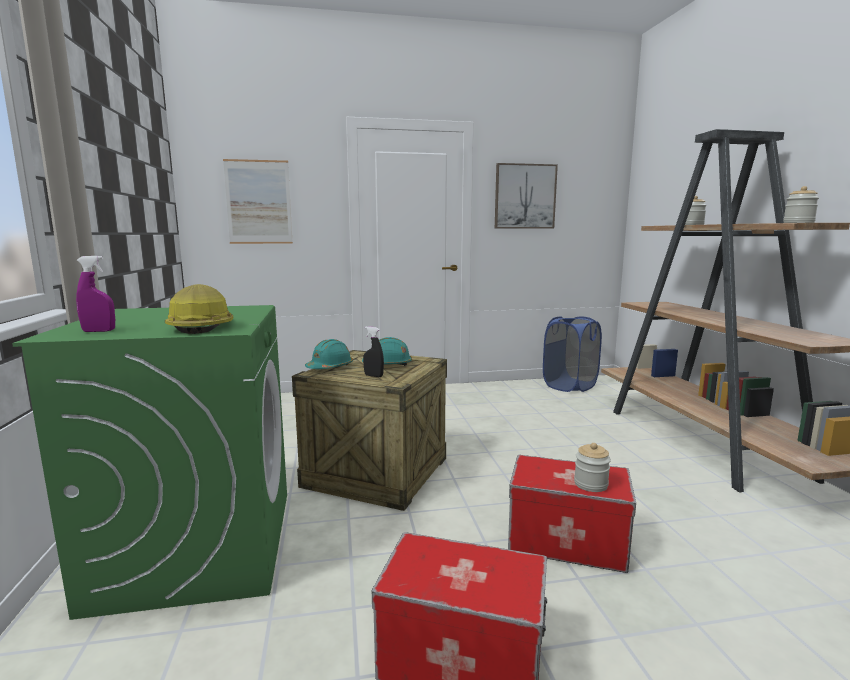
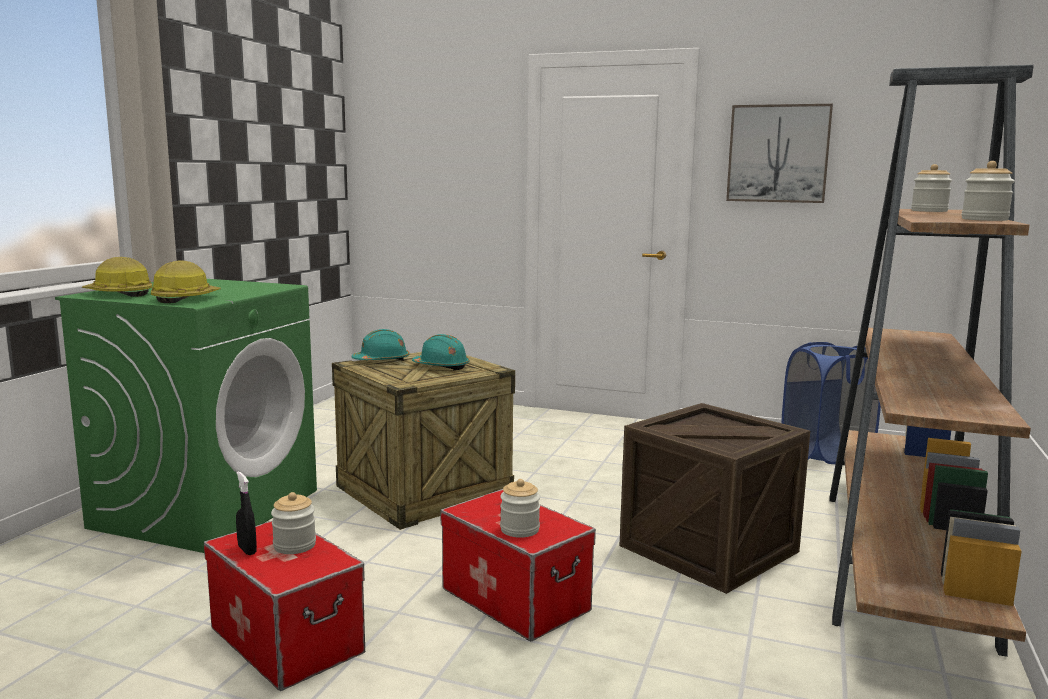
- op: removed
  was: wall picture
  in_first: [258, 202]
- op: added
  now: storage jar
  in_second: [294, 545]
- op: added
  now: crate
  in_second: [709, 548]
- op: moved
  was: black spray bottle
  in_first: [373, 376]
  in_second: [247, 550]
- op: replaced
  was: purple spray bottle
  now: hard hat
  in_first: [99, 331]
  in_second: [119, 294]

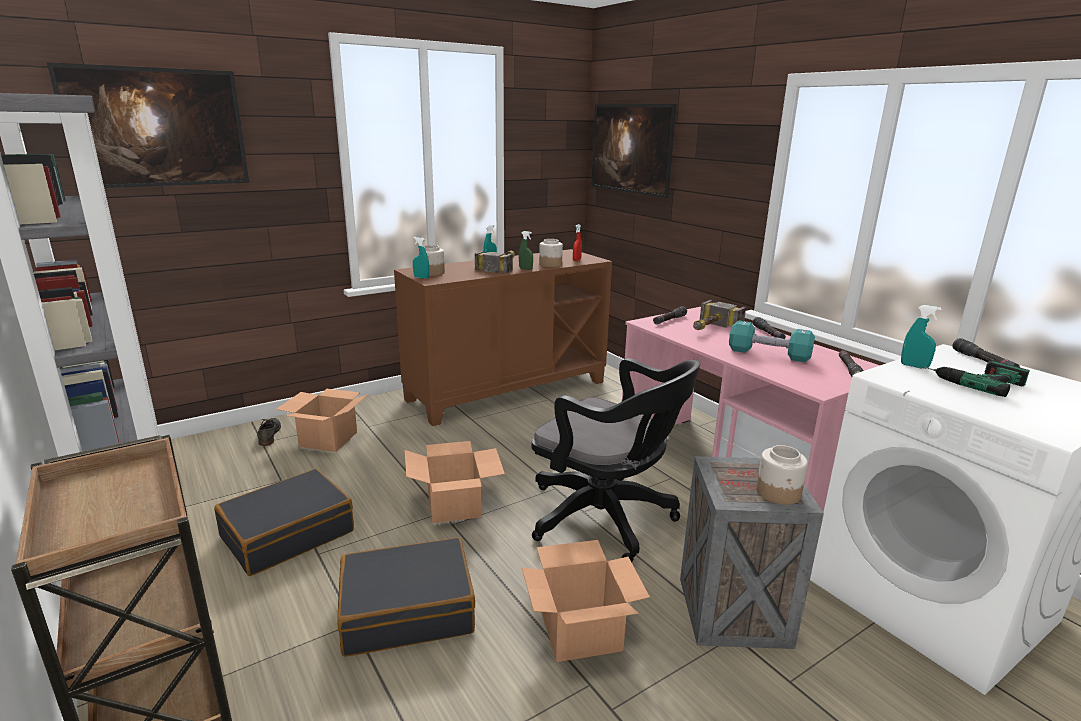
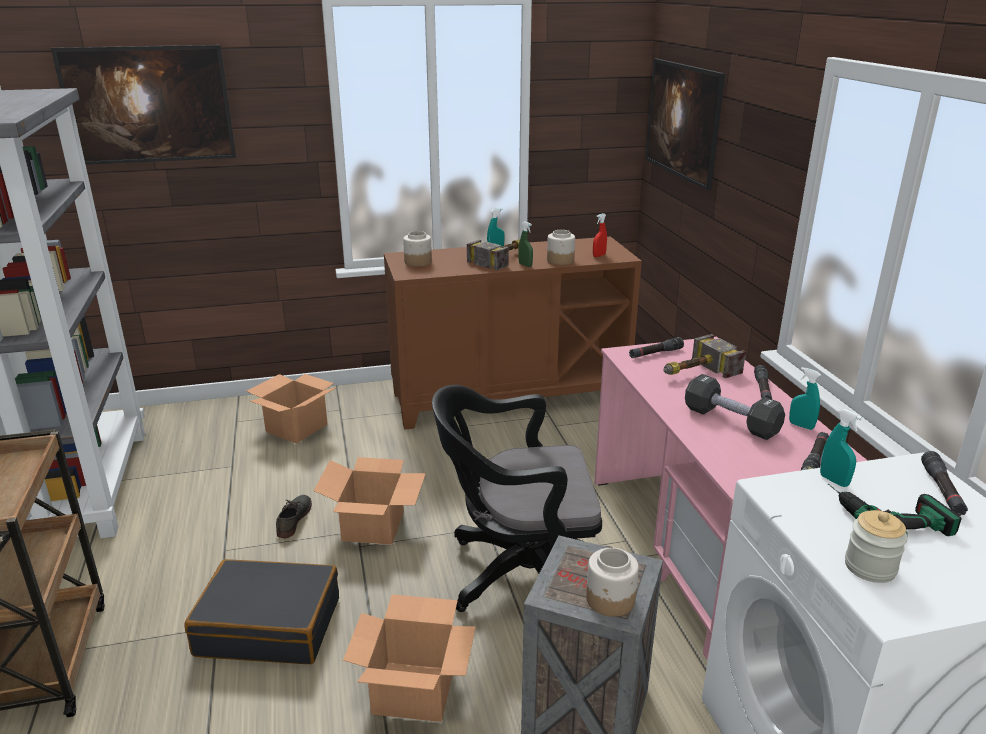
- op: removed
  was: black travel case
  in_first: [287, 534]
- op: added
  now: storage jar
  in_second: [870, 567]
- op: moved
  was: gray low shoe
  in_first: [269, 434]
  in_second: [293, 518]
- op: moved
  was: blue-green spray bottle
  in_first: [421, 277]
  in_second: [801, 426]
- op: recoloured
  was: blue-green dumbbell
  now: black dumbbell
  in_first: [768, 354]
  in_second: [731, 421]
- op: turned
  was: black computer chair
  in_first: [607, 519]
  in_second: [519, 575]
  clockwise: 120

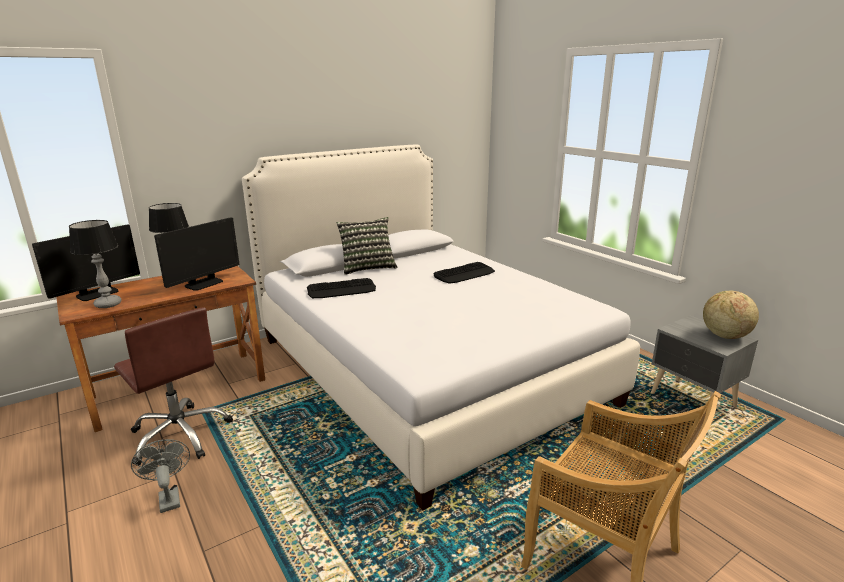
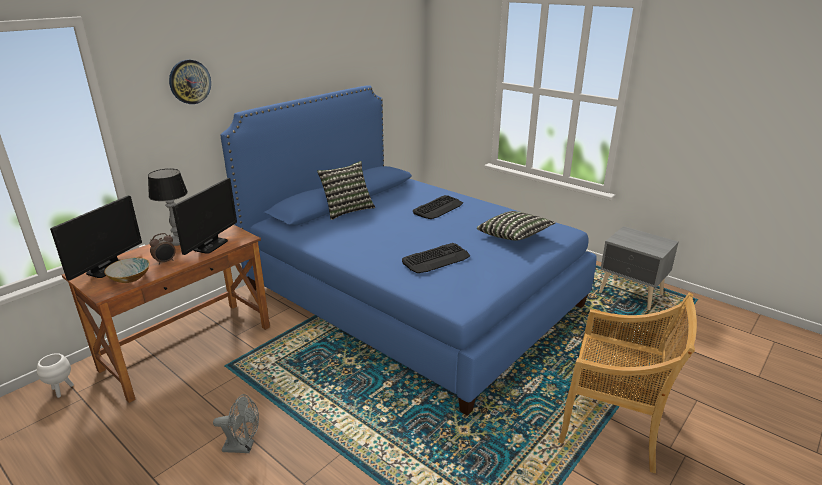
- op: removed
  was: brown-coloured computer chair
  in_first: [180, 435]
- op: removed
  was: world globe
  in_first: [724, 336]
- op: added
  now: white plant pot
  in_second: [61, 390]
- op: added
  now: alarm clock
  in_second: [165, 261]
- op: added
  now: hanging clock
  in_second: [189, 81]
- op: added
  now: pillow
  in_second: [514, 236]
- op: moved
  was: PC keyboard
  in_first: [342, 289]
  in_second: [436, 259]
- op: replaced
  was: lamp for a table
  now: serving bowl
  in_first: [108, 304]
  in_second: [130, 278]
- op: recoloured
  was: white bedroom bed
  now: bluish bedroom bed
  in_first: [424, 369]
  in_second: [410, 297]
- op: turned
  was: gray cooling fan
  in_first: [168, 497]
  in_second: [243, 446]
  clockwise: 135

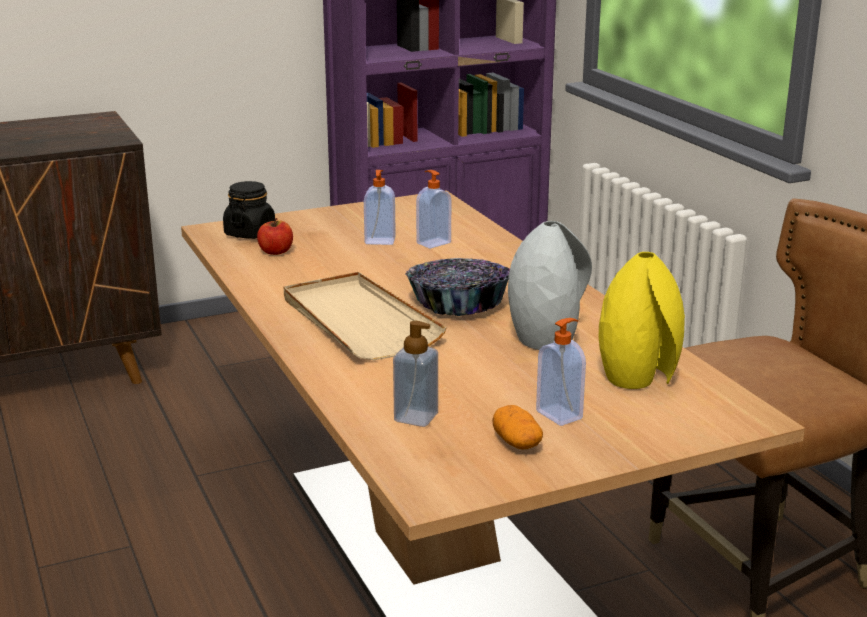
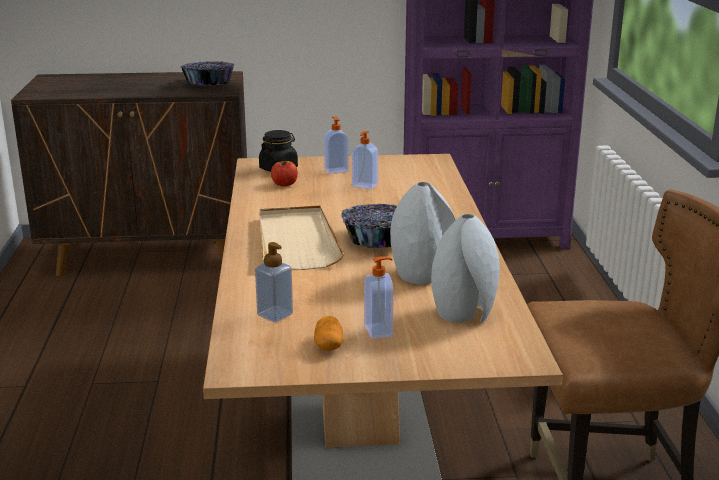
- op: added
  now: serving bowl
  in_second: [209, 83]
- op: moved
  was: liquid soap bottle
  in_first: [433, 243]
  in_second: [336, 170]
- op: recoloured
  was: yellow vase
  now: gray vase
  in_first: [639, 377]
  in_second: [465, 314]

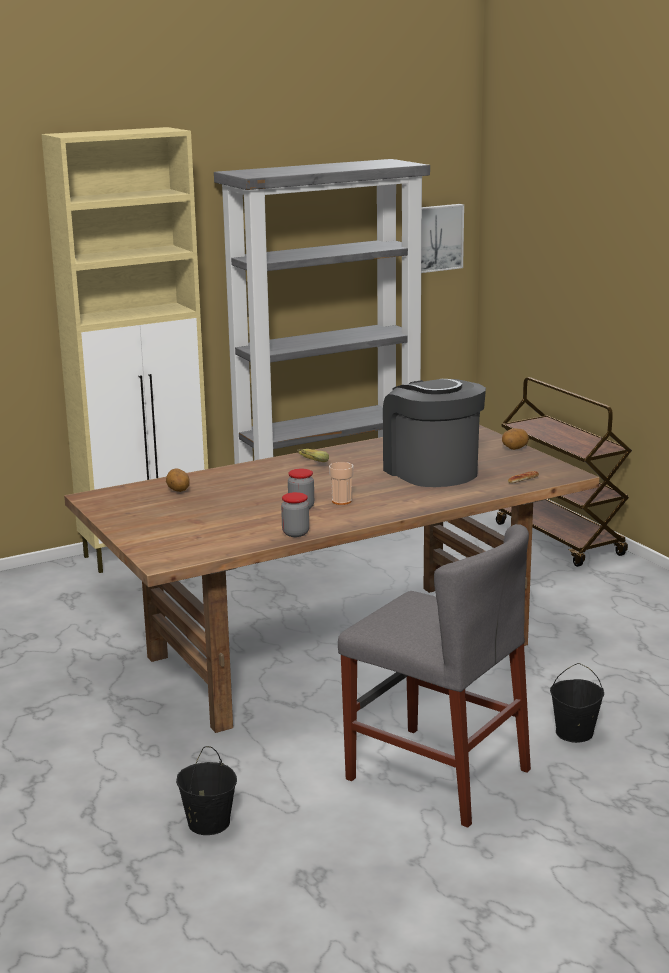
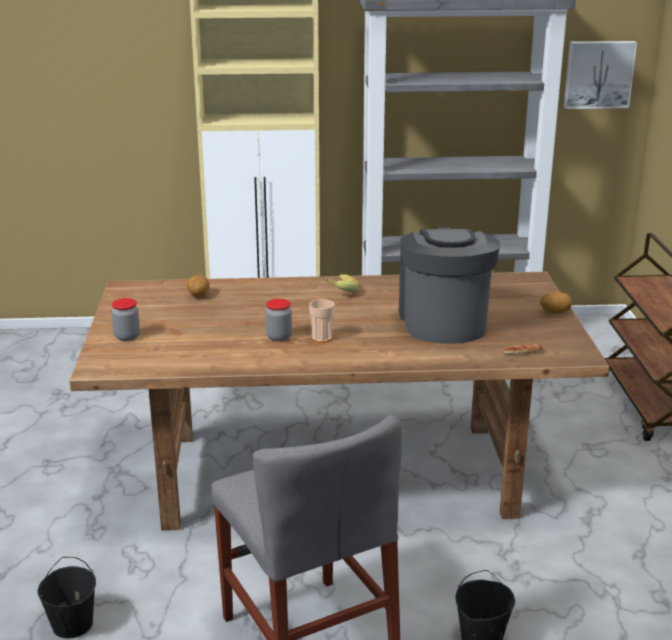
- op: moved
  was: storage jar
  in_first: [295, 533]
  in_second: [127, 336]

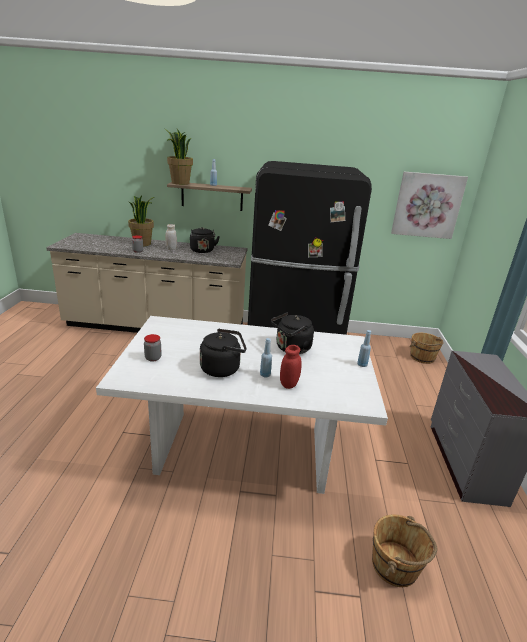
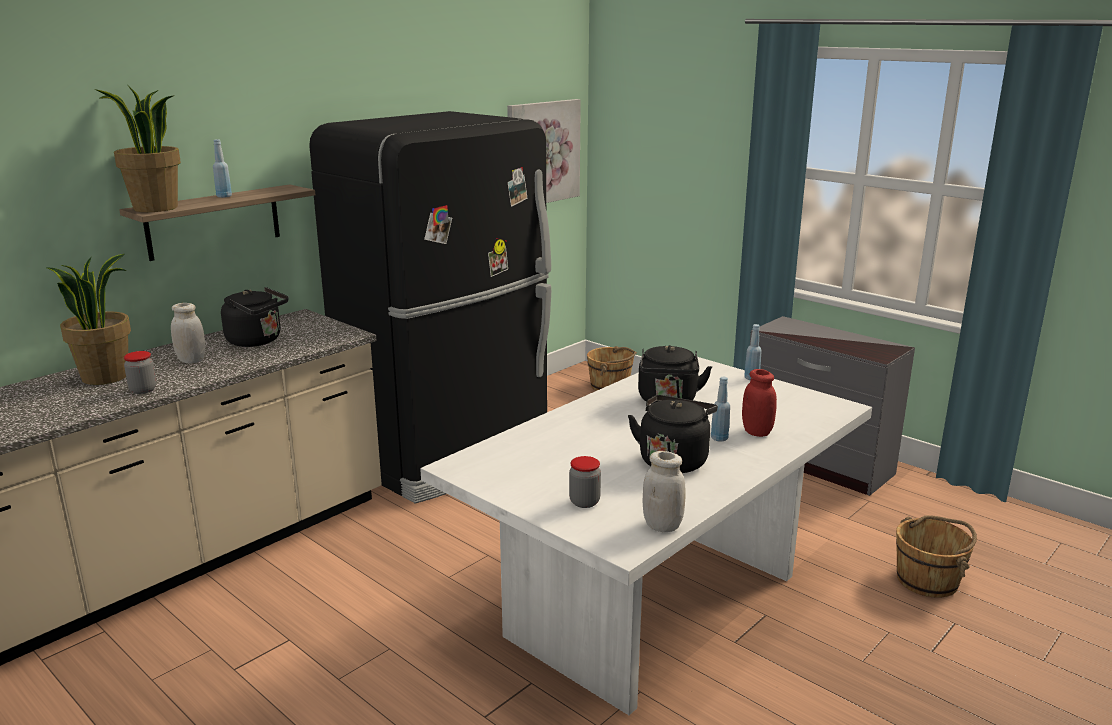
- op: added
  now: white storage jar
  in_second: [662, 526]

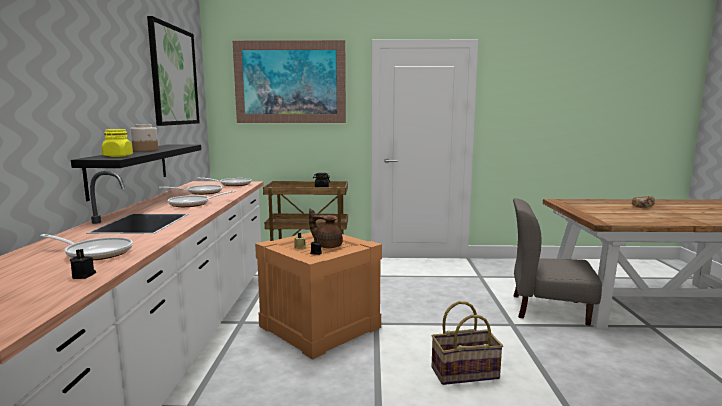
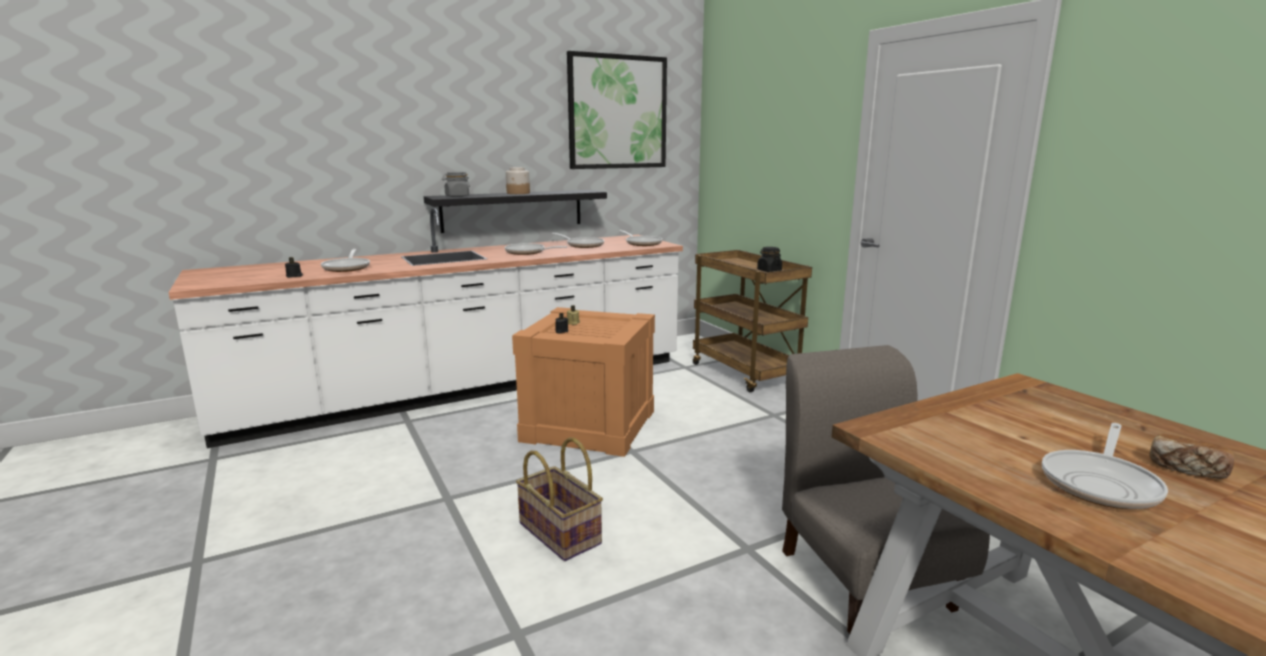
- op: removed
  was: wall picture
  in_first: [290, 82]
- op: removed
  was: brown-coloured tea pot
  in_first: [327, 246]
- op: added
  now: pan
  in_second: [1101, 483]
- op: recoloured
  was: yellow storage jar
  now: gray storage jar
  in_first: [118, 156]
  in_second: [457, 196]

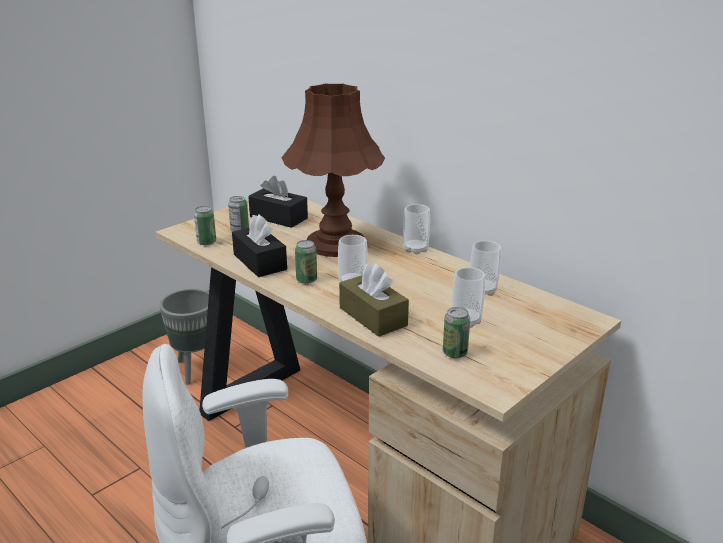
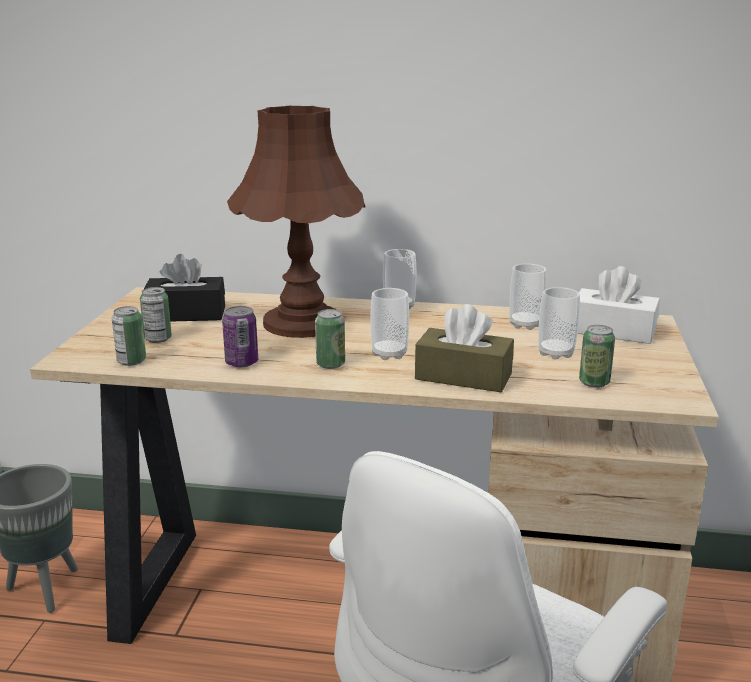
- op: added
  now: white tissue holder
  in_second: [613, 331]
- op: replaced
  was: black tissue holder
  now: can
  in_first: [260, 262]
  in_second: [242, 362]

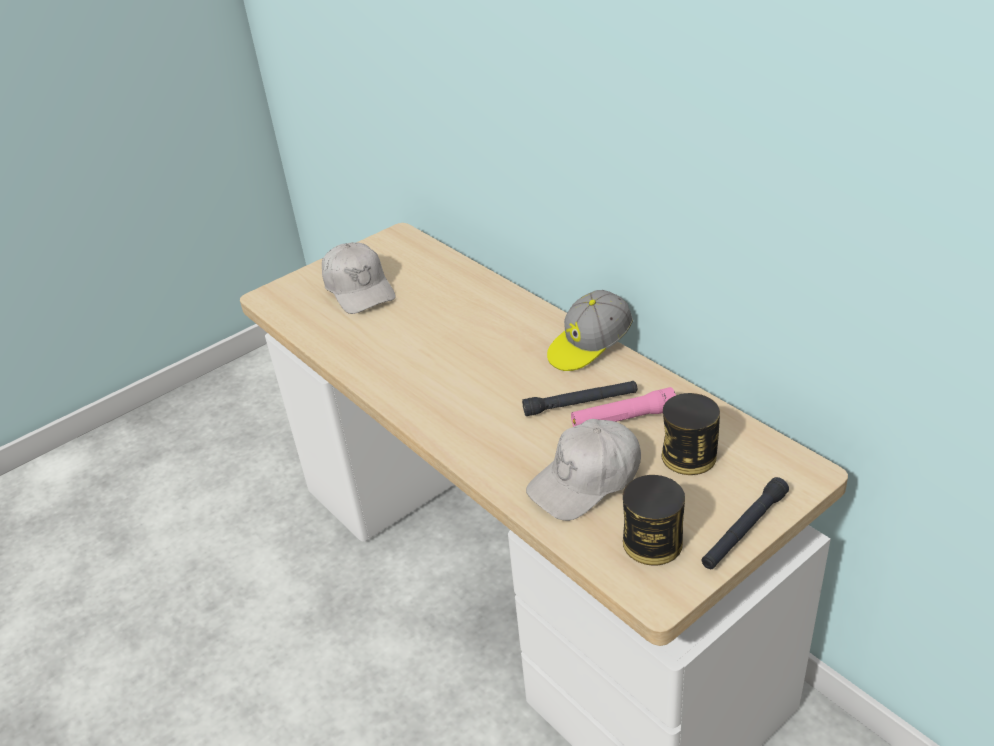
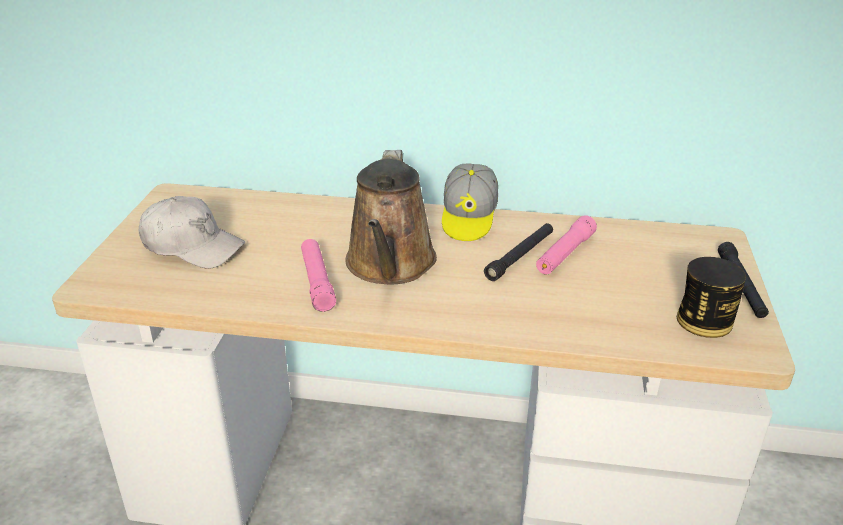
- op: removed
  was: white peaked cap
  in_first: [586, 480]
- op: removed
  was: can
  in_first: [689, 456]
- op: added
  now: pinkish torch
  in_second: [317, 282]
- op: added
  now: brown-coloured watering can
  in_second: [390, 265]

